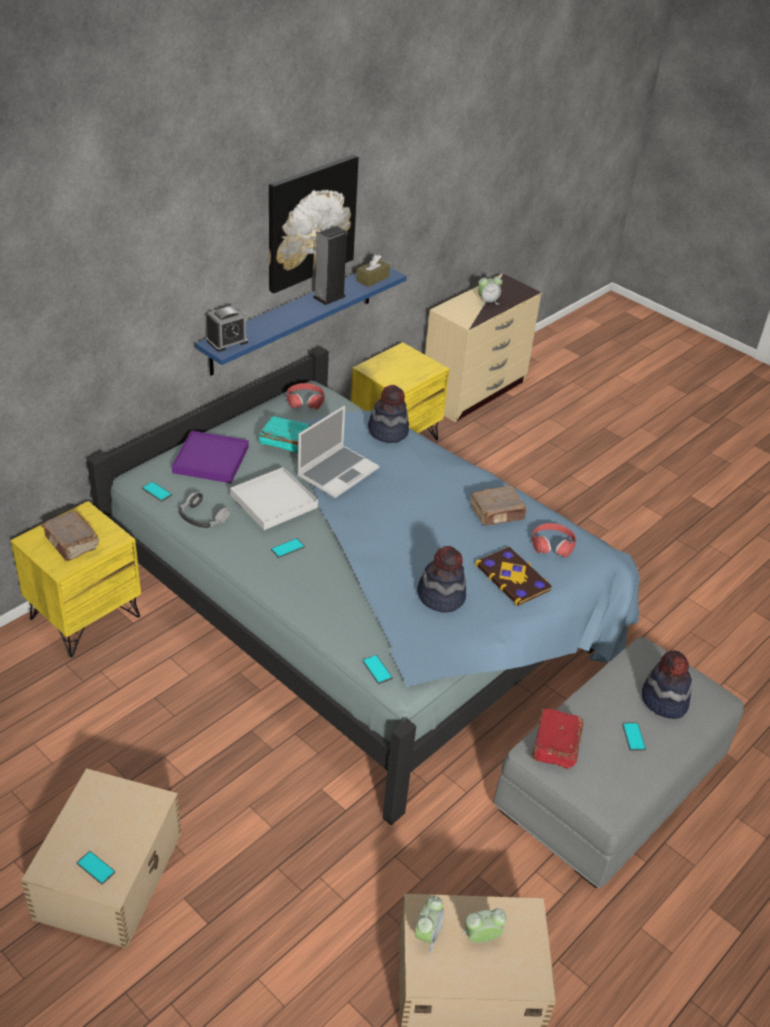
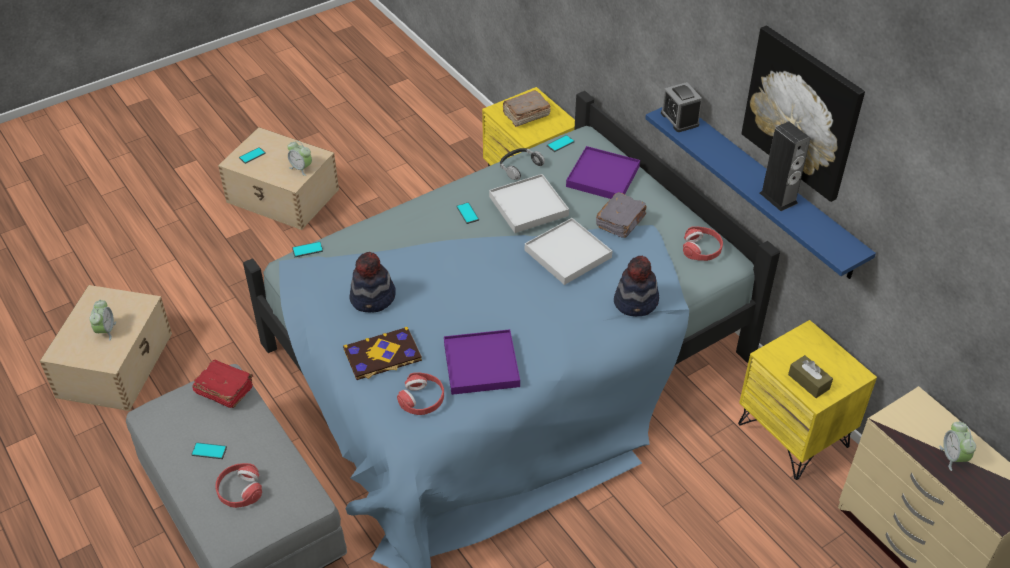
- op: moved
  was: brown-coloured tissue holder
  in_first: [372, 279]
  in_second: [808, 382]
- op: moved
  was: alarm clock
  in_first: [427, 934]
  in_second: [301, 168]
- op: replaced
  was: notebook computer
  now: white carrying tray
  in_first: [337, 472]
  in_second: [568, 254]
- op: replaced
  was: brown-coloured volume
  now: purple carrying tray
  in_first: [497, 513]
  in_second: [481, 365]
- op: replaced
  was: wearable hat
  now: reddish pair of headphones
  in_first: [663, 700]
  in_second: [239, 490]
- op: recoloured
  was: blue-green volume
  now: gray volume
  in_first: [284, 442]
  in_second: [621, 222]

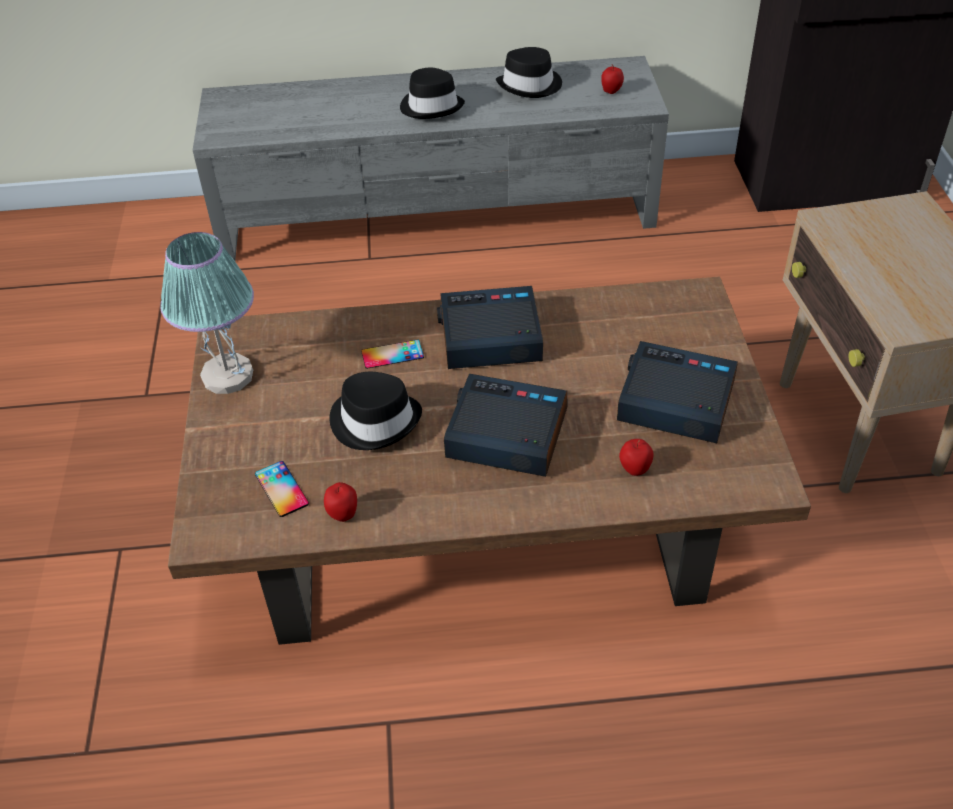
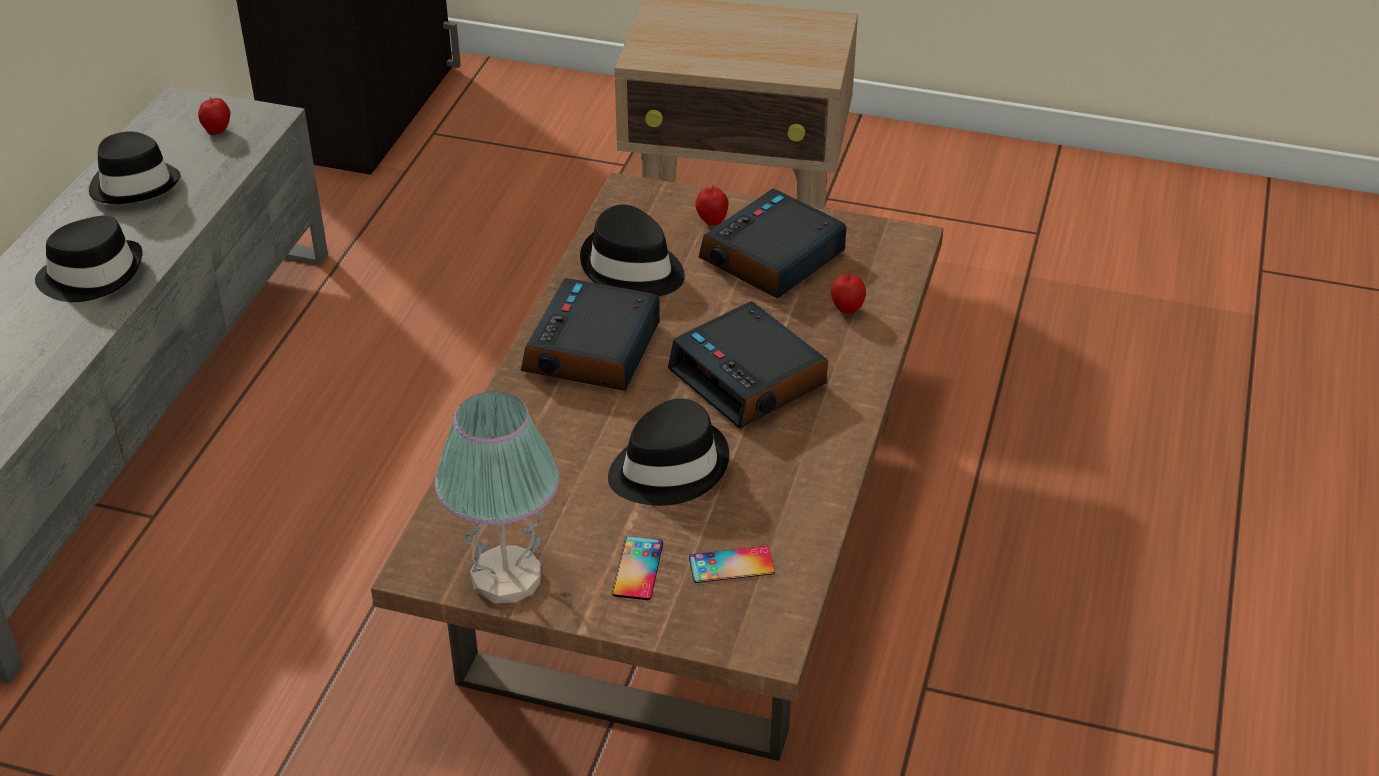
- op: added
  now: black wearable hat
  in_second: [632, 269]
- op: moved
  was: whole apple
  in_first: [343, 514]
  in_second: [711, 222]
- op: moved
  was: telephone
  in_first: [392, 354]
  in_second: [638, 568]
- op: turned
  was: alarm clock
  in_first: [505, 435]
  in_second: [749, 378]
  clockwise: -75

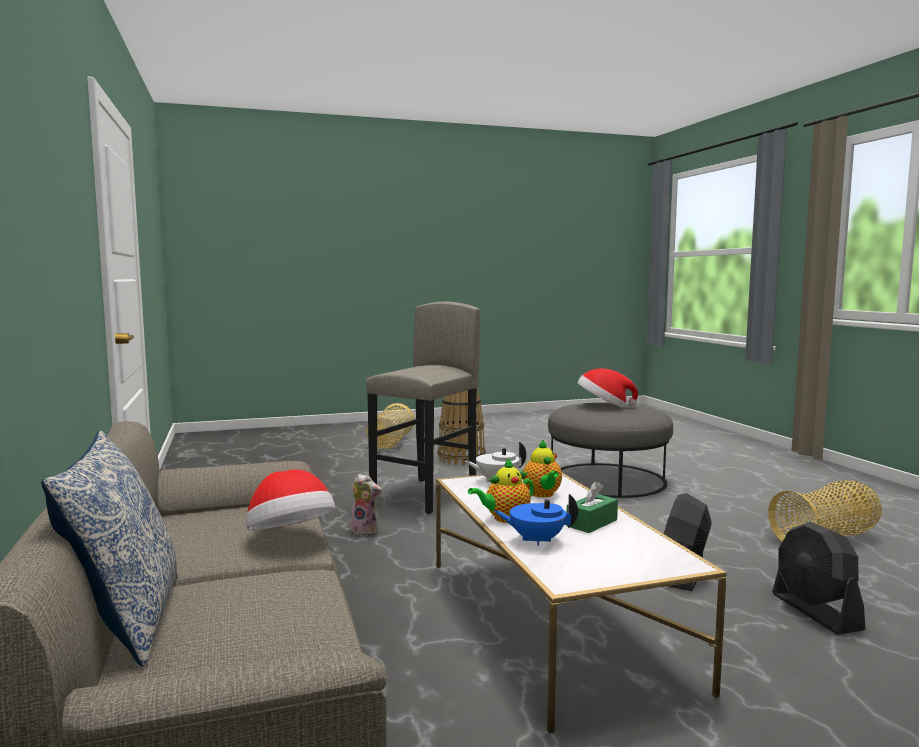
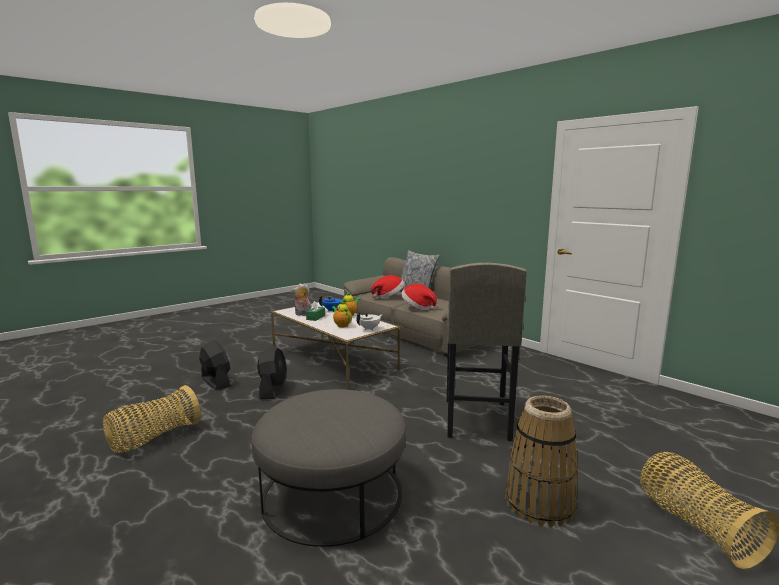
- op: moved
  was: soft toy
  in_first: [366, 530]
  in_second: [302, 314]
- op: moved
  was: wearable hat
  in_first: [604, 406]
  in_second: [389, 297]

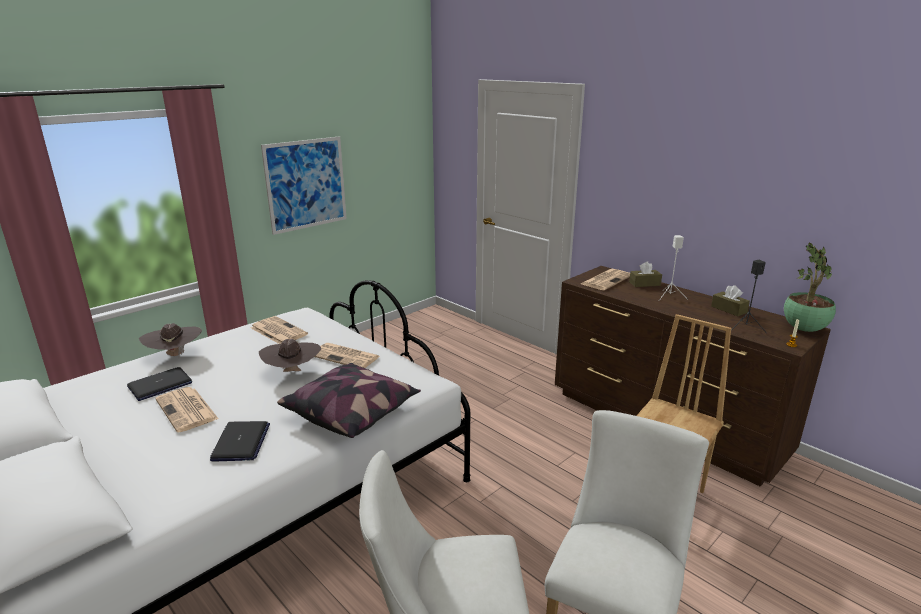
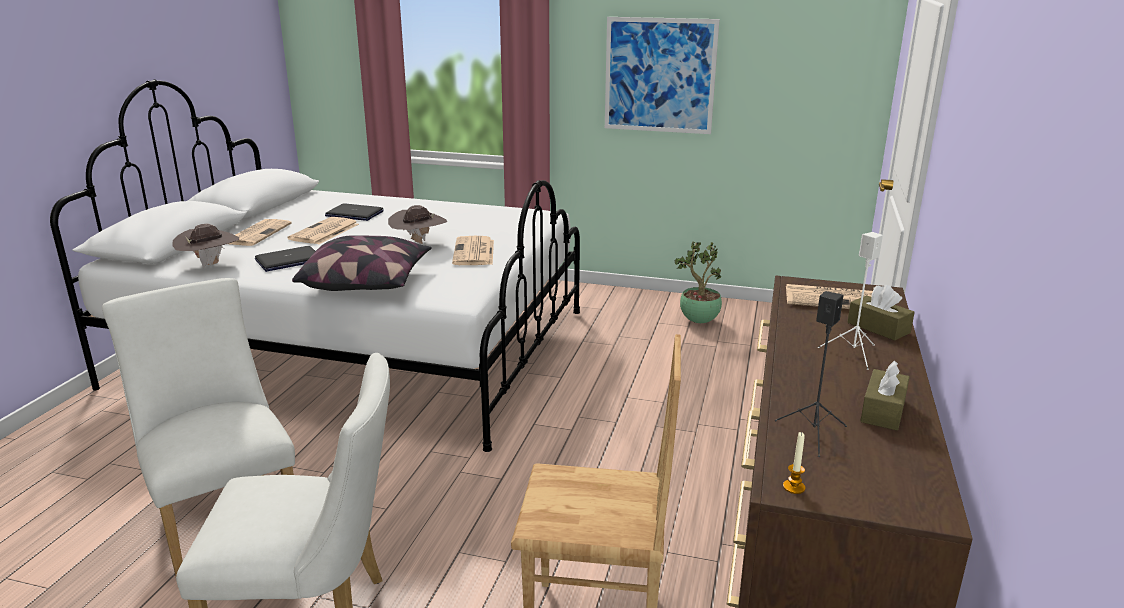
- op: moved
  was: brown-coloured wearable hat
  in_first: [175, 355]
  in_second: [210, 264]
- op: moved
  was: daily paper
  in_first: [277, 331]
  in_second: [257, 233]
- op: moved
  was: houseplant
  in_first: [804, 330]
  in_second: [698, 321]

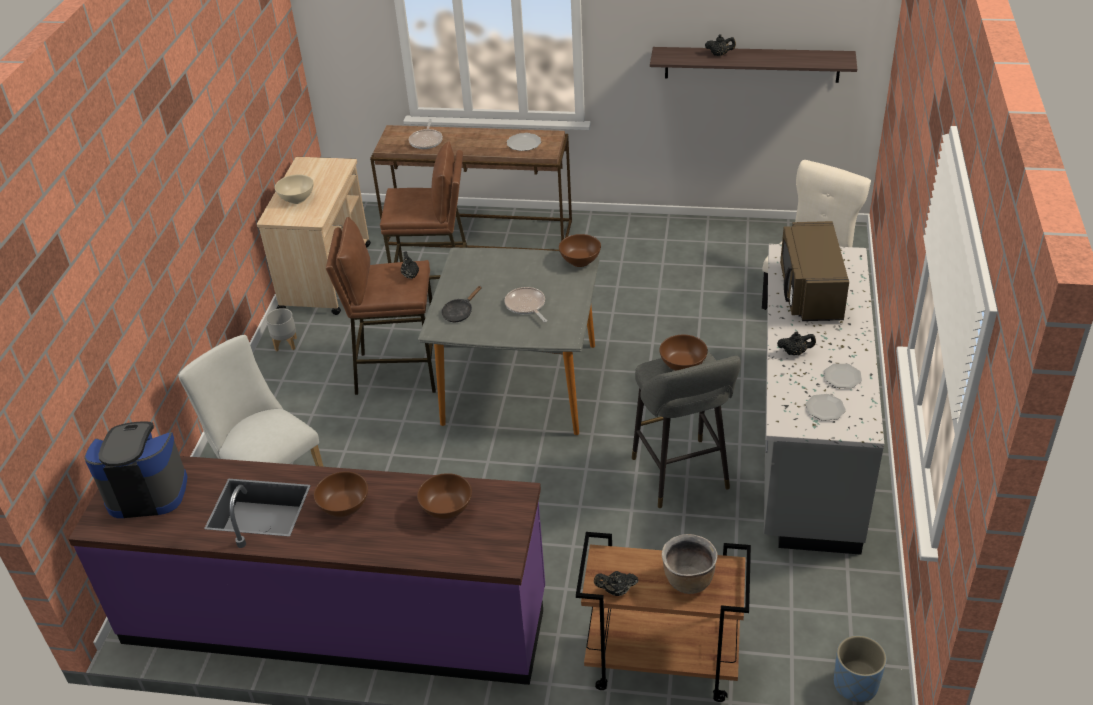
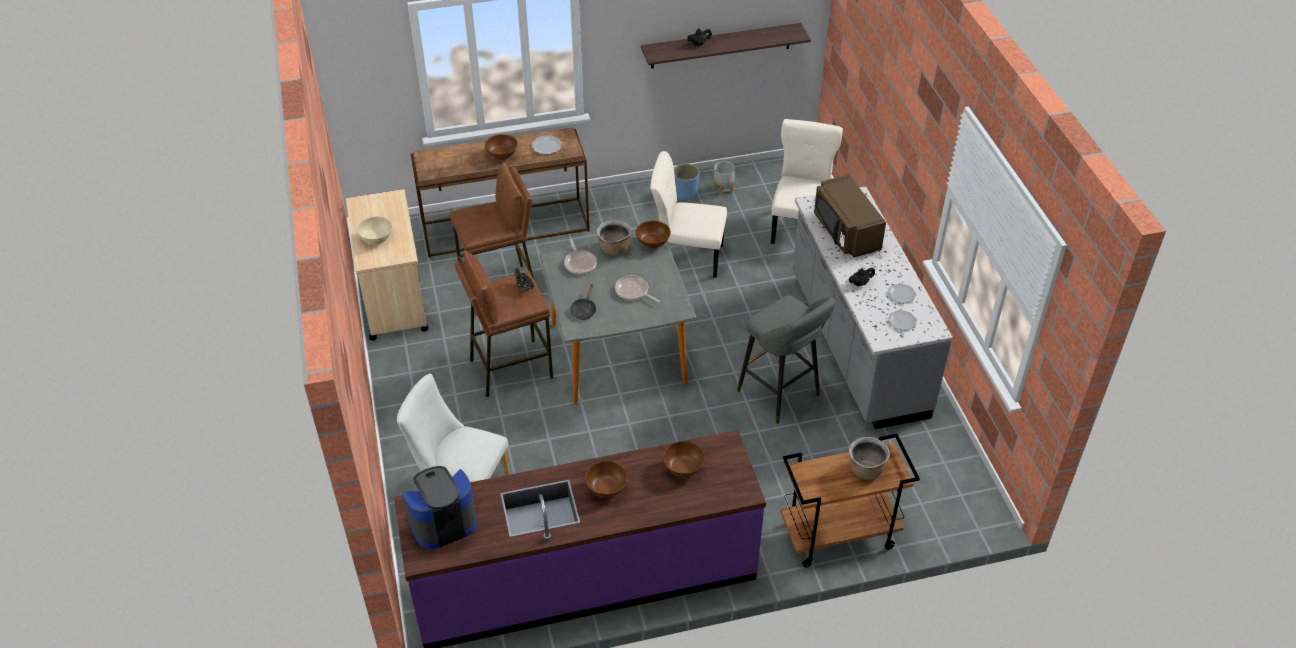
- op: removed
  was: black tea pot
  in_first: [616, 591]
- op: added
  now: brown-coloured stockpot
  in_second: [614, 249]
- op: added
  now: beige-coloured chair
  in_second: [687, 257]
- op: moved
  was: gray plant pot
  in_first: [286, 344]
  in_second: [723, 189]
- op: moved
  was: pan
  in_first: [426, 141]
  in_second: [580, 263]
- op: moved
  was: brown-coloured serving bowl
  in_first: [682, 365]
  in_second: [502, 155]
- op: moved
  was: bluish plant pot
  in_first: [855, 684]
  in_second: [685, 193]

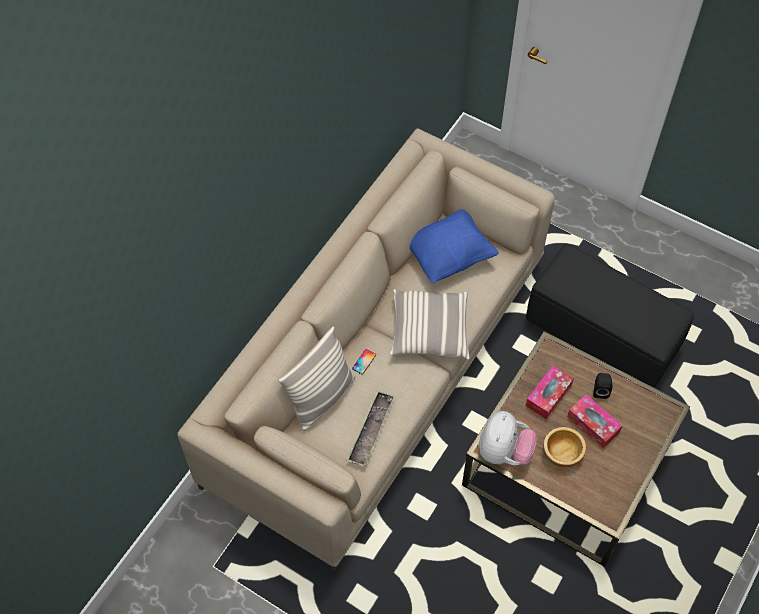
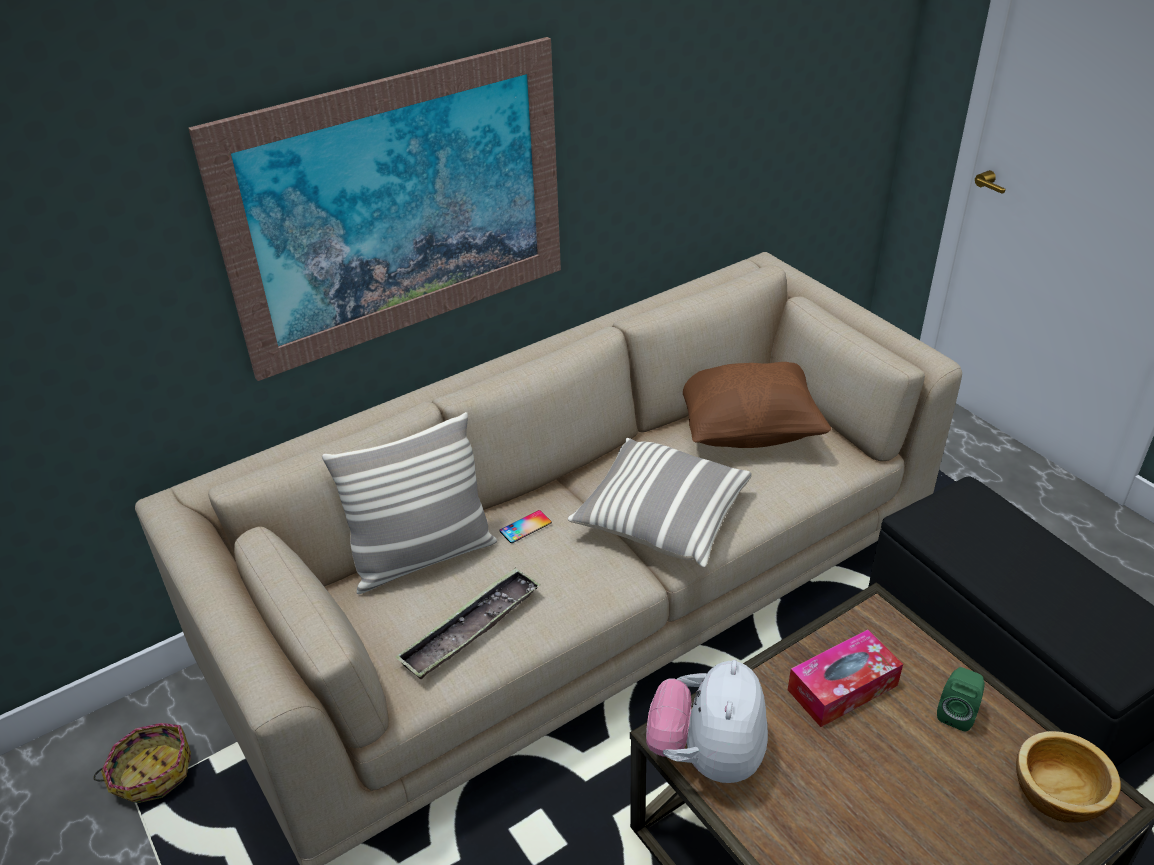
- op: removed
  was: tissue holder
  in_first: [593, 424]
- op: added
  now: household basket
  in_second: [151, 772]
- op: added
  now: wall picture
  in_second: [400, 208]
- op: moved
  was: serving bowl
  in_first: [561, 453]
  in_second: [1056, 794]
- op: recoloured
  was: bluish pillow
  now: brown-coloured pillow
  in_first: [448, 255]
  in_second: [749, 429]
- op: recoloured
  was: black audio speaker
  now: green-coloured audio speaker
  in_first: [600, 390]
  in_second: [957, 713]
- op: turned
  was: soft toy
  in_first: [504, 451]
  in_second: [707, 755]
  clockwise: 150

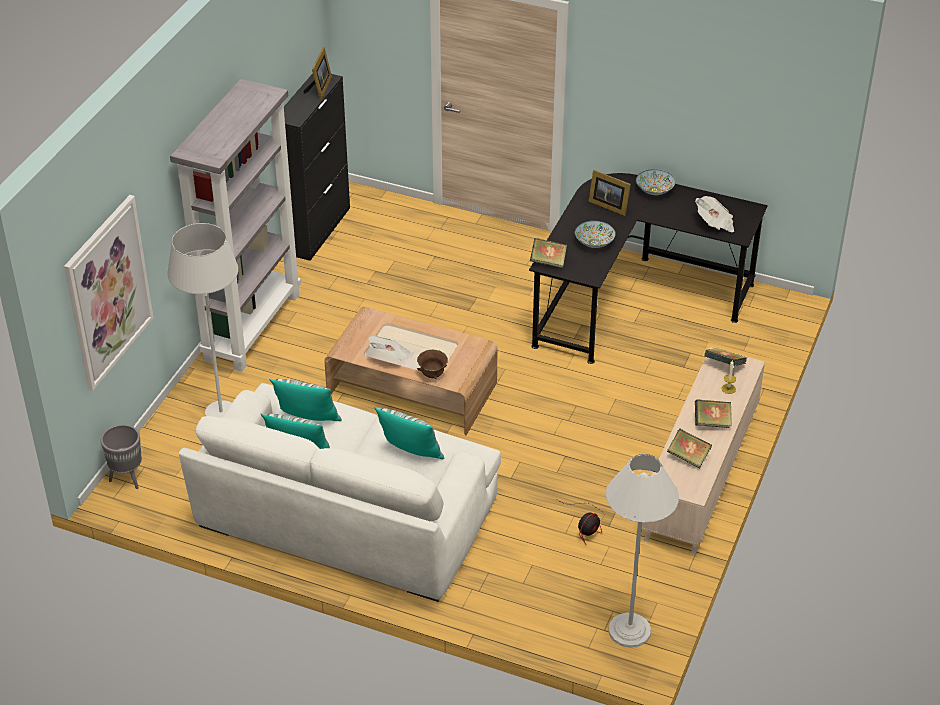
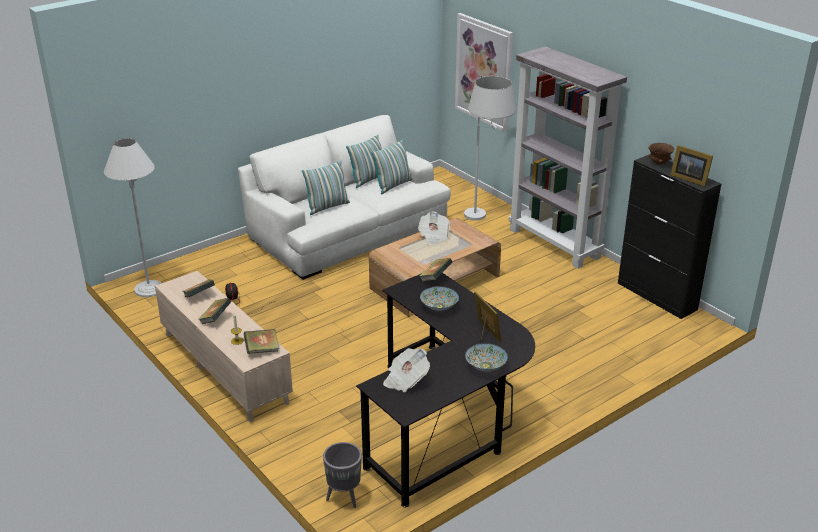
- op: moved
  was: gray plant pot
  in_first: [127, 478]
  in_second: [345, 497]
- op: moved
  was: brown-coloured serving bowl
  in_first: [432, 375]
  in_second: [659, 163]
- op: turned
  was: picture frame
  in_first: [608, 205]
  in_second: [485, 332]
  clockwise: 90

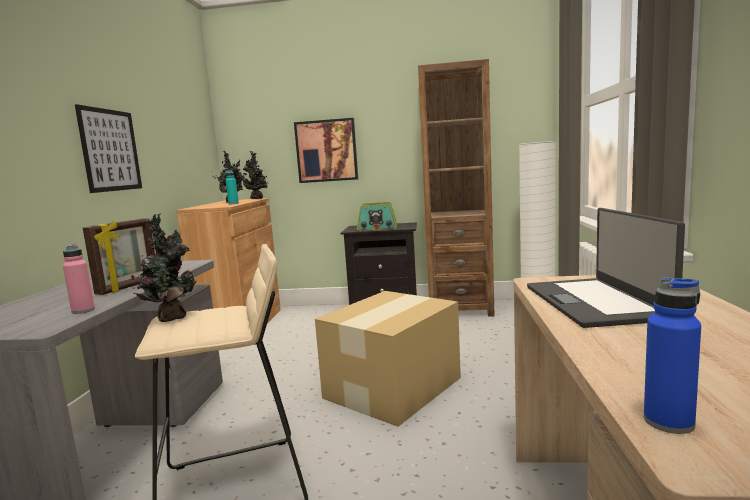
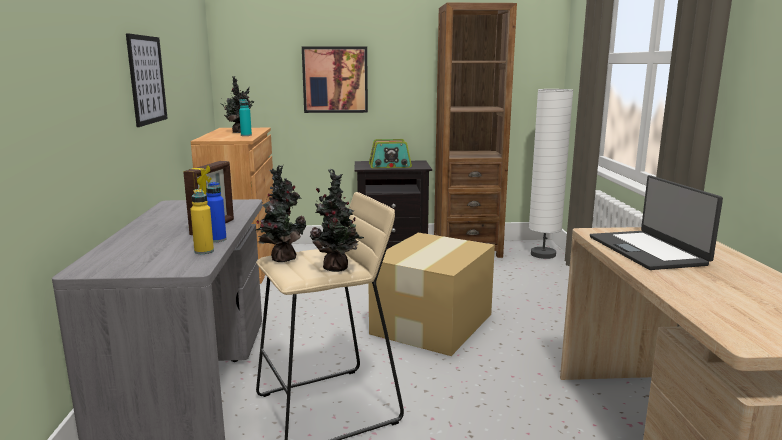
- op: moved
  was: houseplant
  in_first: [257, 198]
  in_second: [338, 269]
- op: moved
  was: bluish bottle
  in_first: [668, 422]
  in_second: [217, 239]
- op: recoloured
  was: pinkish bottle
  now: yellow bottle
  in_first: [83, 311]
  in_second: [204, 251]

